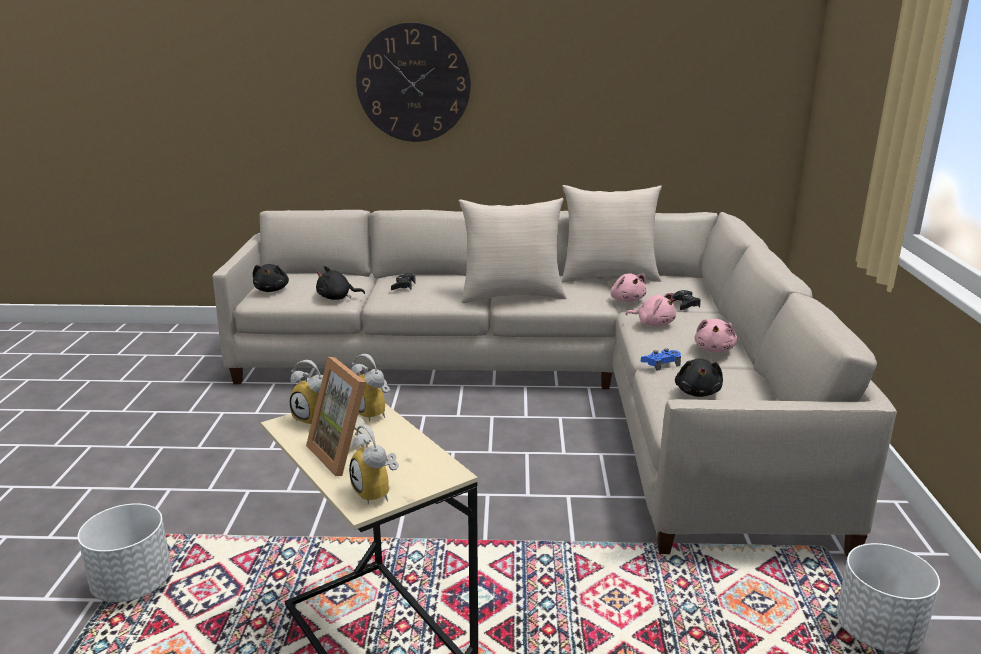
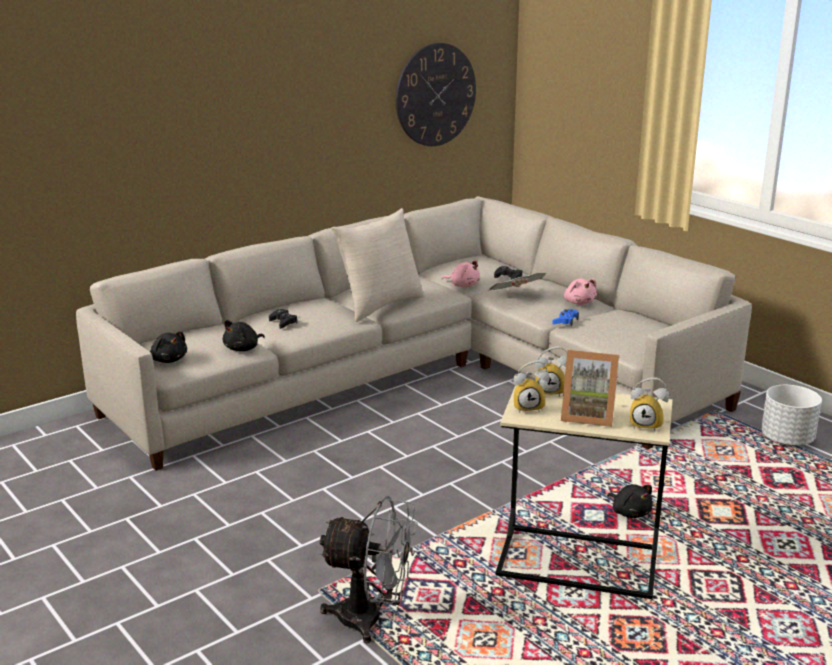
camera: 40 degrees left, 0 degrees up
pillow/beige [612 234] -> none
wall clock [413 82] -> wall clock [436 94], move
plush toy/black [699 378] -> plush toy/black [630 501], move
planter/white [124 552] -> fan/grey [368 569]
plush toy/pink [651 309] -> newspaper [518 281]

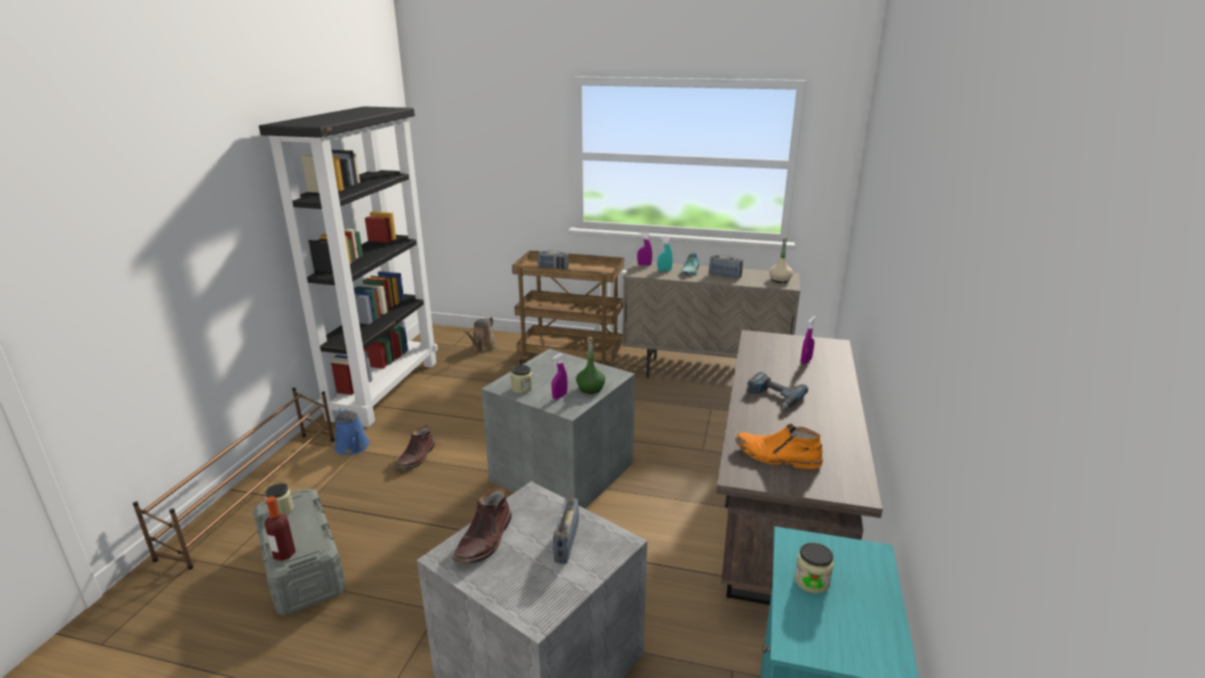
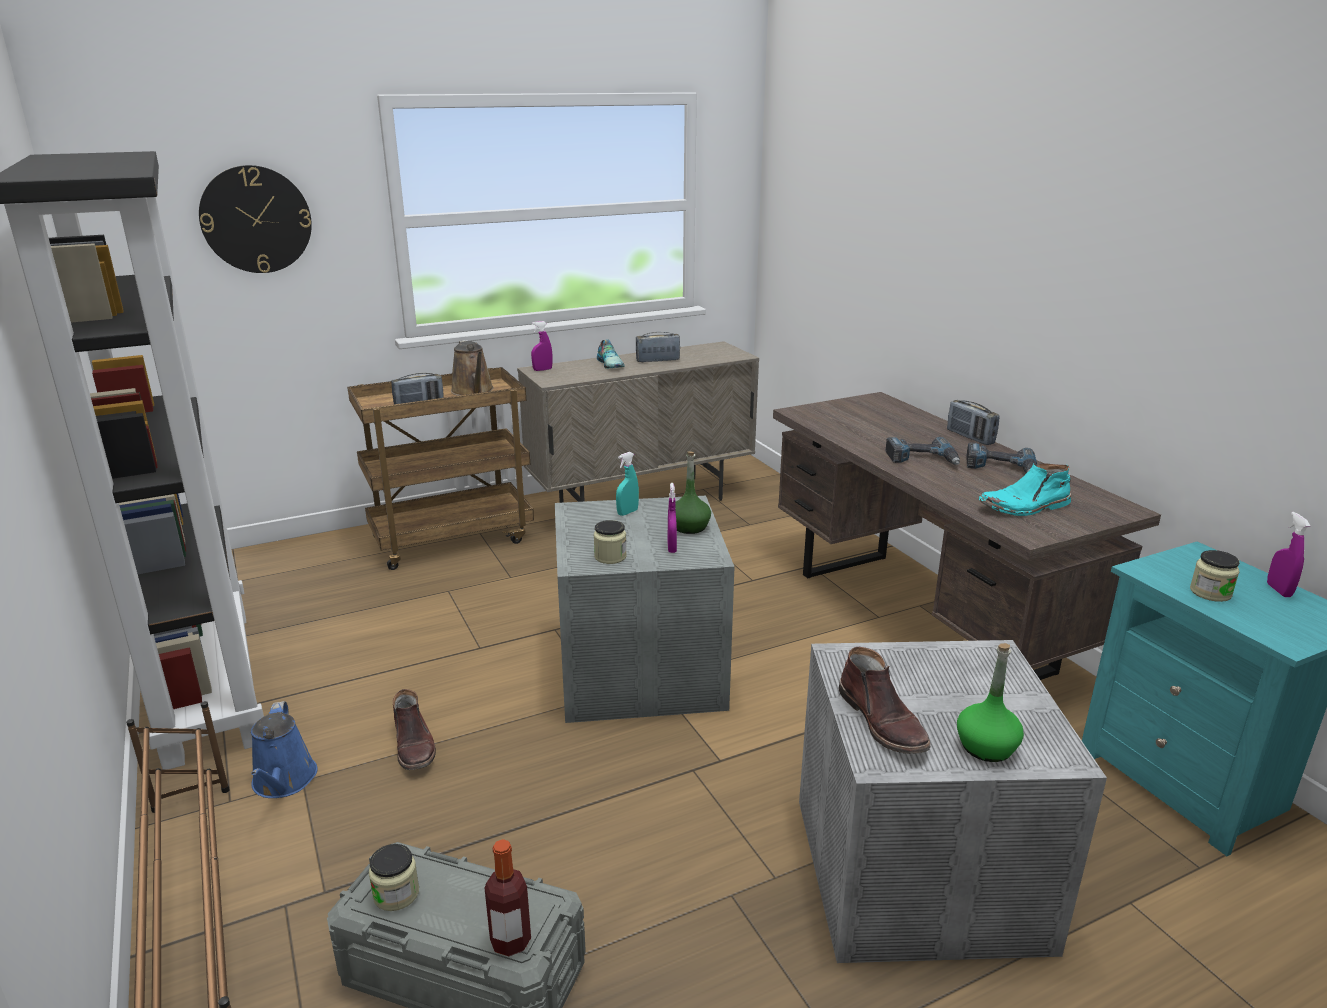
camera: 40 degrees left, 0 degrees up
bottle/beige [781 260] -> none
none -> wall clock [255 219]
none -> bottle/green [990 702]
none -> power drill [1001 457]
watering can/brown [480 334] -> watering can/brown [472 368], move
radio [566 531] -> radio [973 422], move
spray bottle/turquoise [665 254] -> spray bottle/turquoise [627 484], move
spray bottle/purple [808 340] -> spray bottle/purple [1288 554], move
boot/orange [779 446] -> boot/turquoise [1024 489]
watering can/blue [352 431] -> watering can/blue [284 749], 60 degrees clockwise

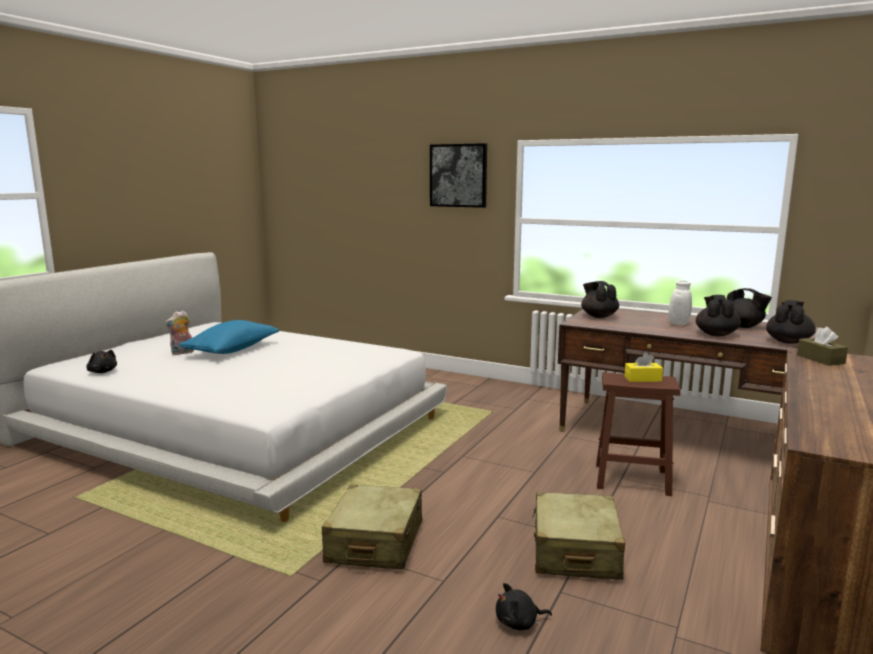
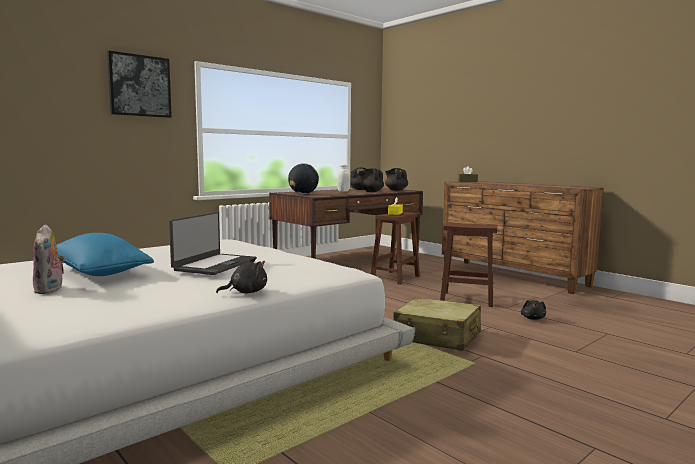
camera: 70 degrees left, 5 degrees down
none -> laptop [213 243]
plush toy/black [101 361] -> plush toy/black [241 276], move
suitcase/beige [578 536] -> stool/brown [468 264]
teapot/black [600 299] -> globe [303 178]

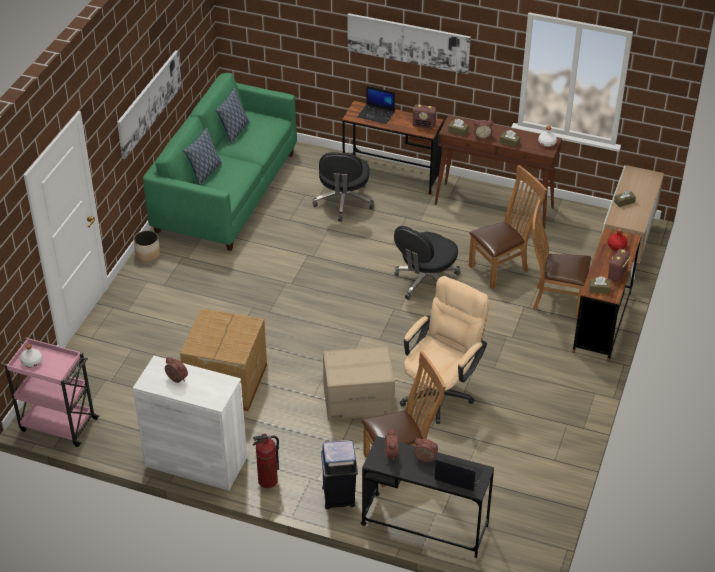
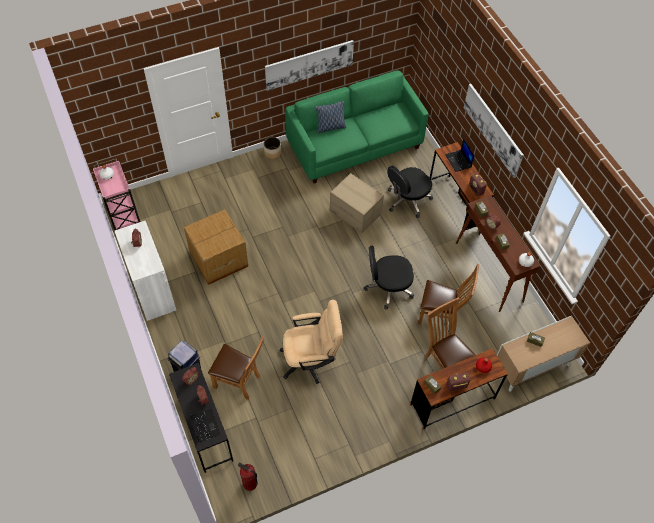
camera: 45 degrees right, 15 degrees up
pillow [232 116] -> none
fire extinguisher [266 460] -> fire extinguisher [248 477], move
cardboard box [359 383] -> cardboard box [357 203], move

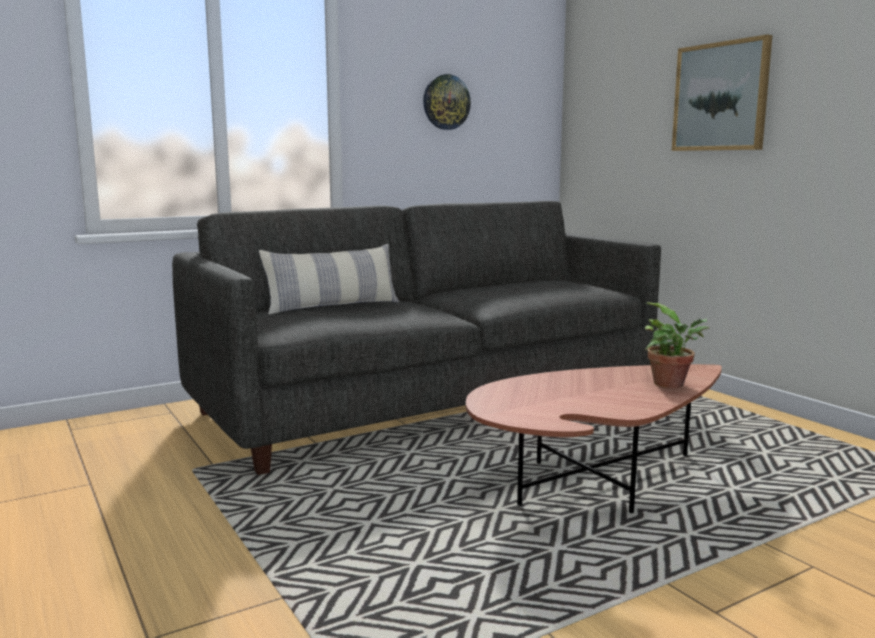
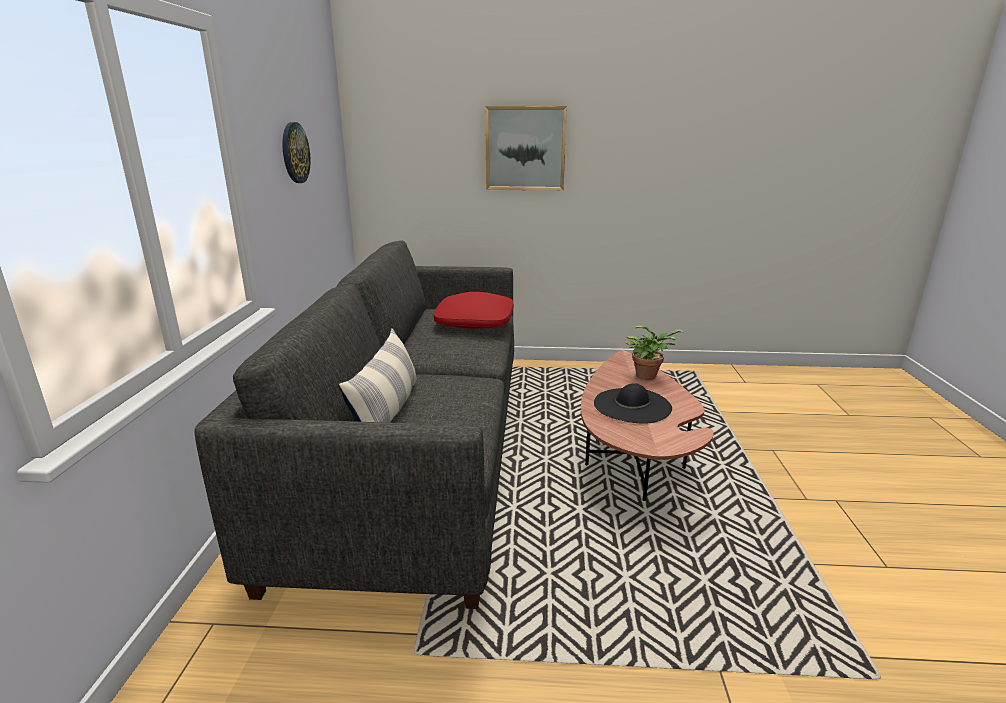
camera: 55 degrees left, 10 degrees up
none -> pillow/red [474 310]
none -> hat/black [633 403]

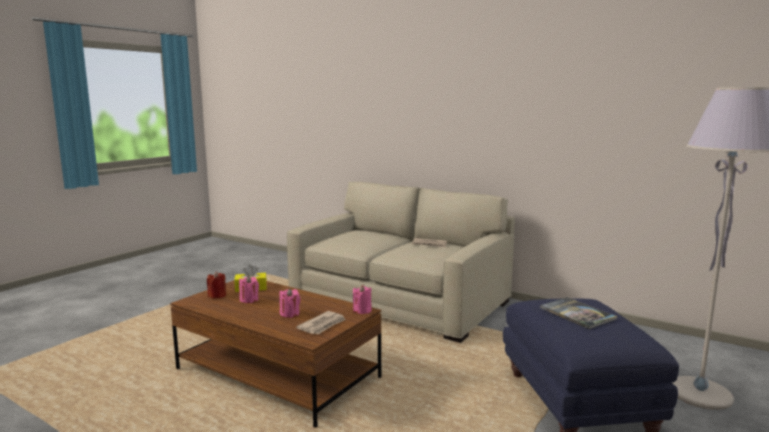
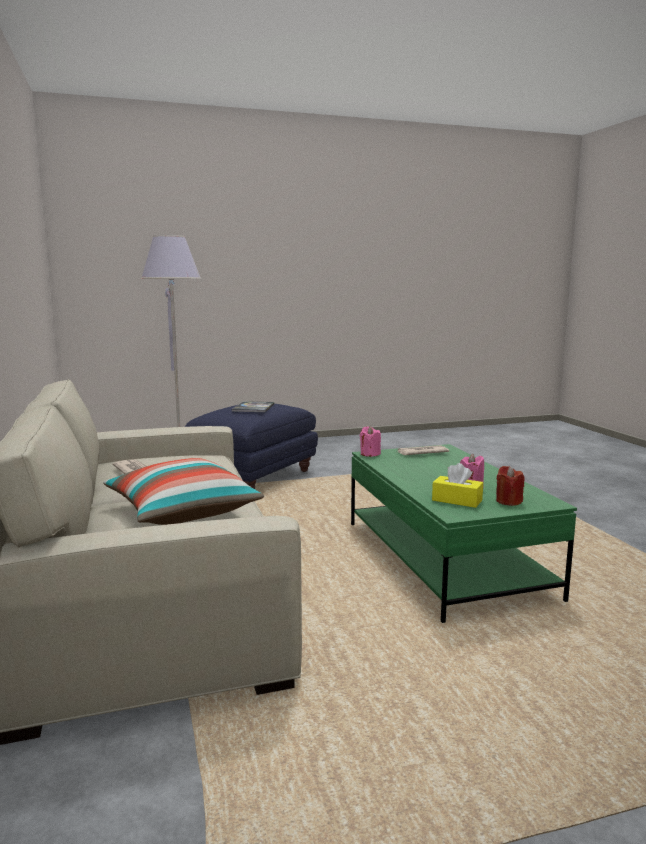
camera: 140 degrees left, 0 degrees up
candle/pink [290 303] -> none
none -> pillow [183 491]
coffee table/brown [275 354] -> coffee table/green [464 533]

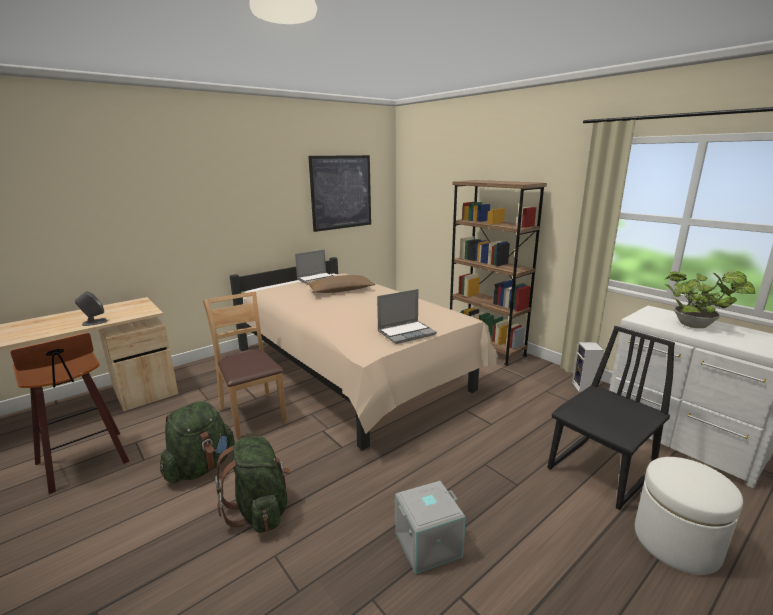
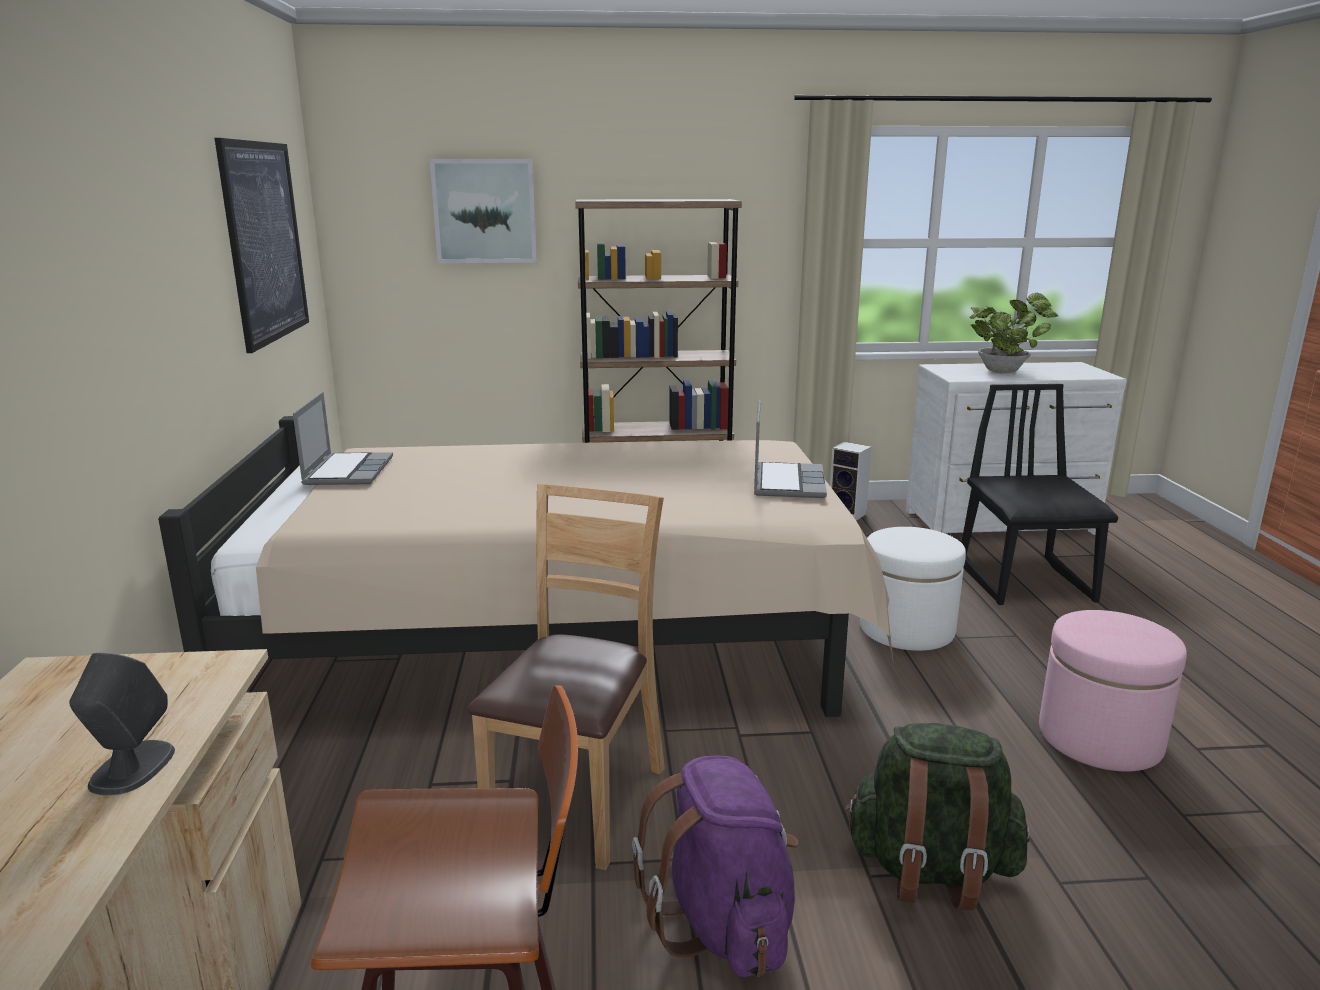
camera: 55 degrees left, 0 degrees up
pillow/brown [341 284] -> none
none -> picture [483 211]
ottoman/white [689 516] -> ottoman/white [913 589], move
storage box/grey [430 527] -> ottoman/pink [1113 691]
backpack/green [197 442] -> backpack/purple [715 866]
chair/brown [245 365] -> chair/brown [566 677], 105 degrees clockwise

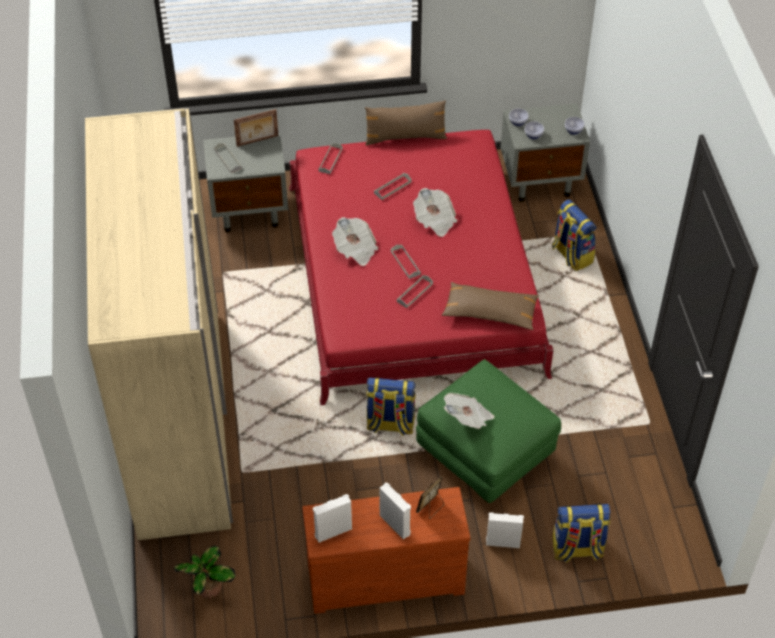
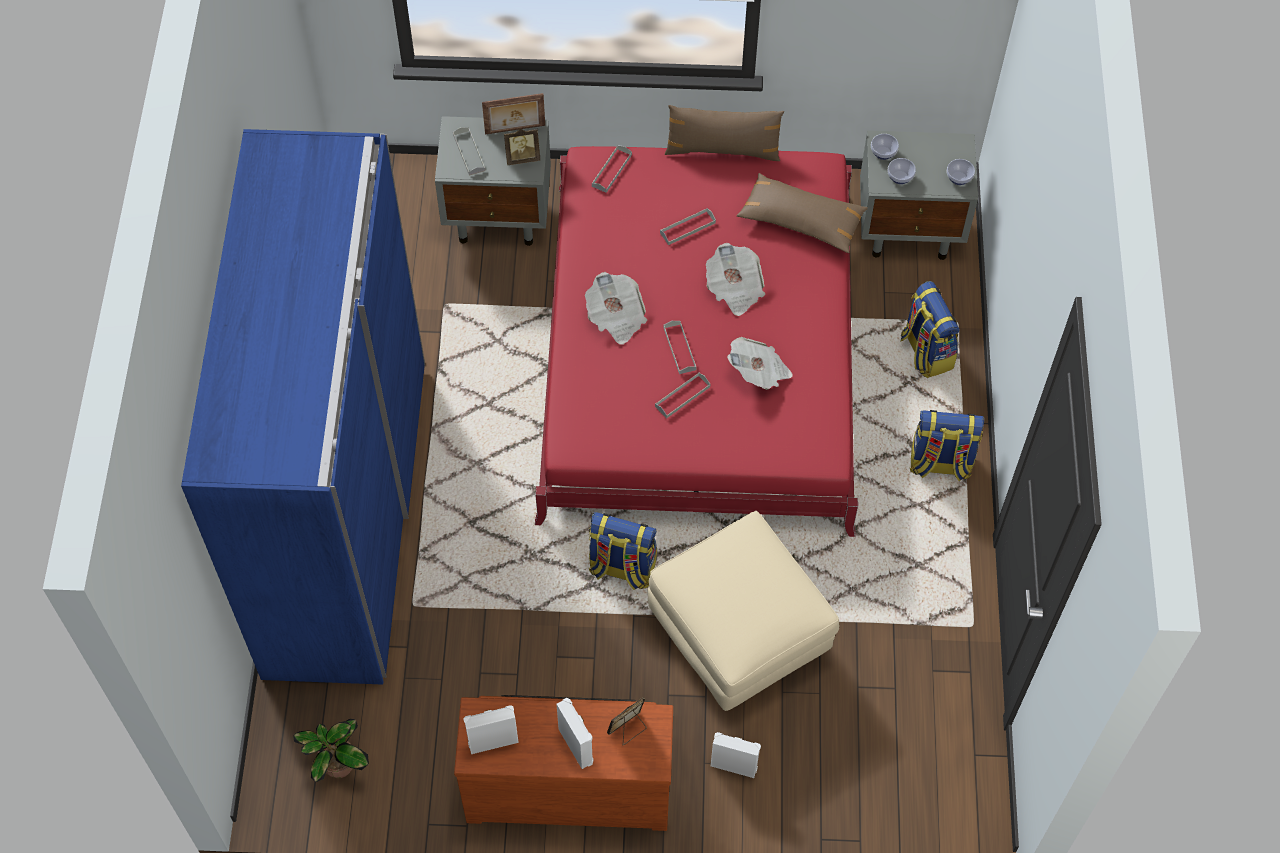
camera: 10 degrees right, 10 degrees up
none -> picture frame [522 147]
pillow/brown [490 306] -> pillow/brown [802 213], move
newspaper [469 411] -> newspaper [760 363], move
backpack [581 533] -> backpack [947 445], move
wardrobe/beige [159 324] -> wardrobe/blue [303 406]
ottoman/green [488 431] -> ottoman/beige [743 611]

